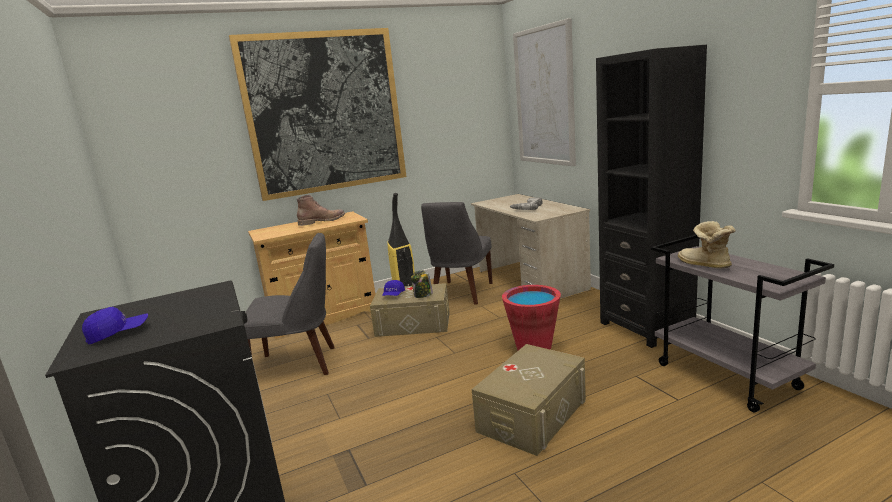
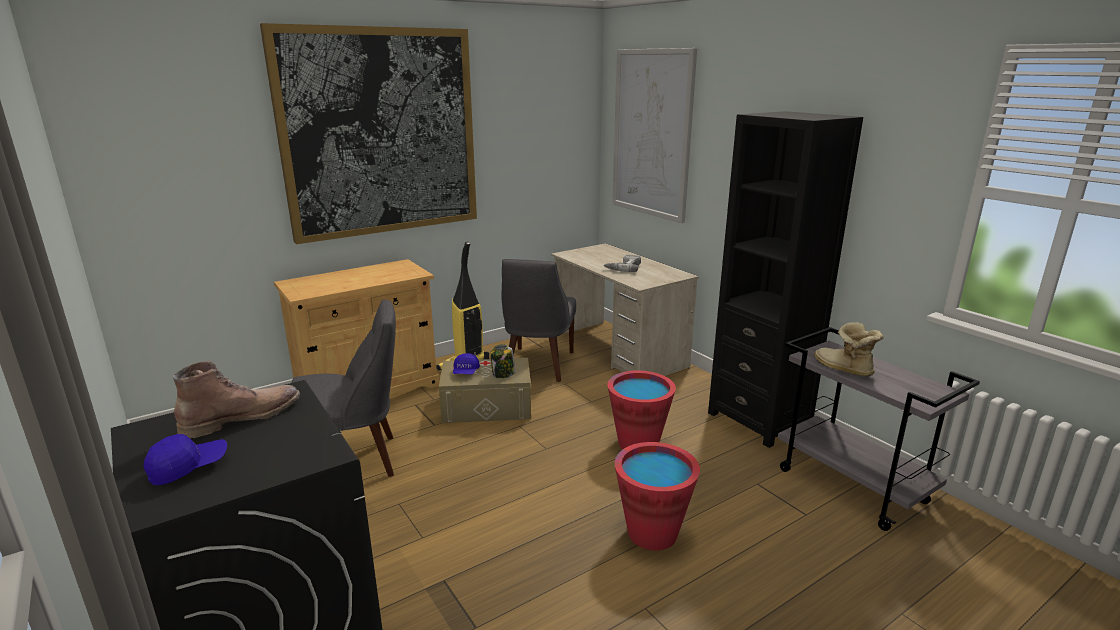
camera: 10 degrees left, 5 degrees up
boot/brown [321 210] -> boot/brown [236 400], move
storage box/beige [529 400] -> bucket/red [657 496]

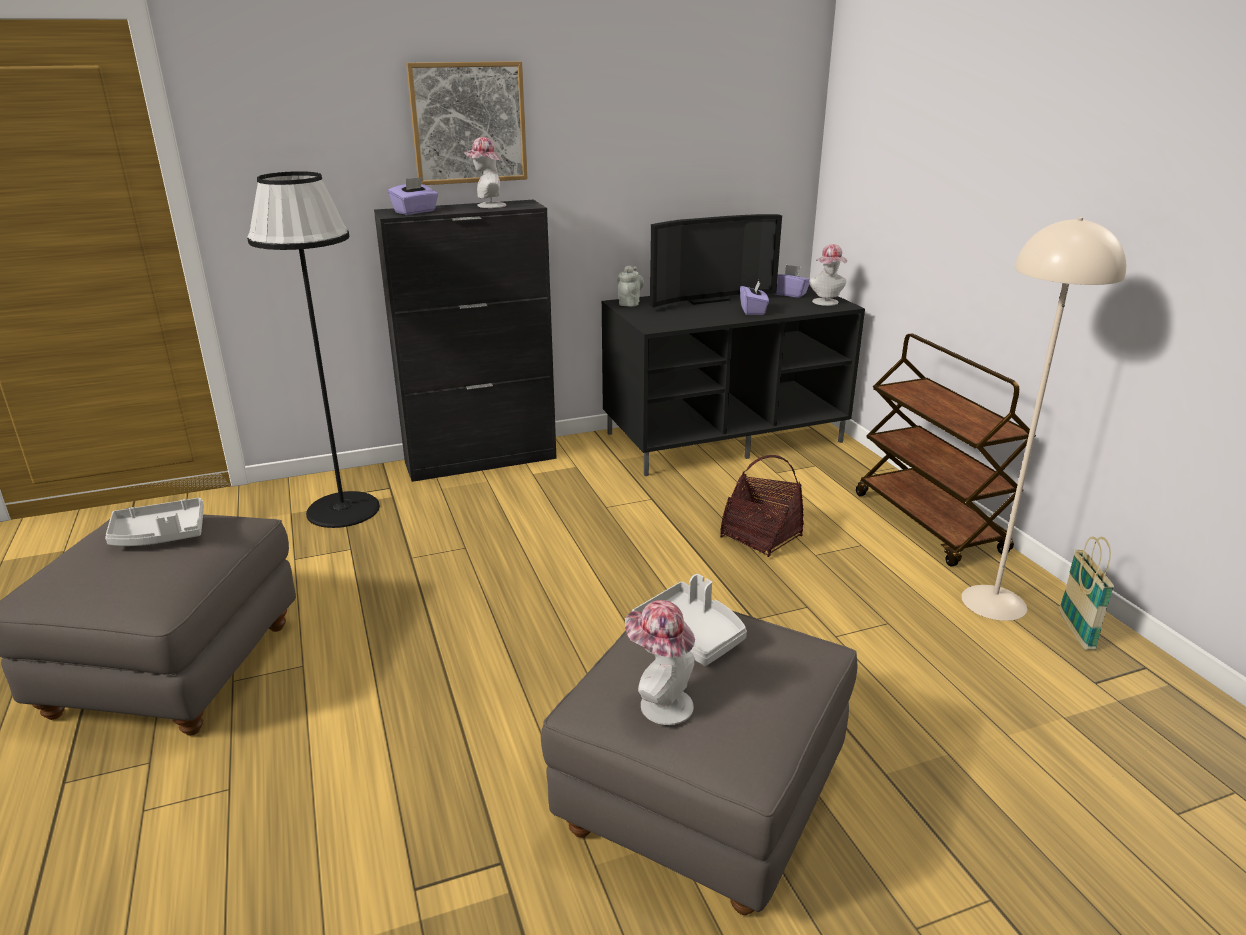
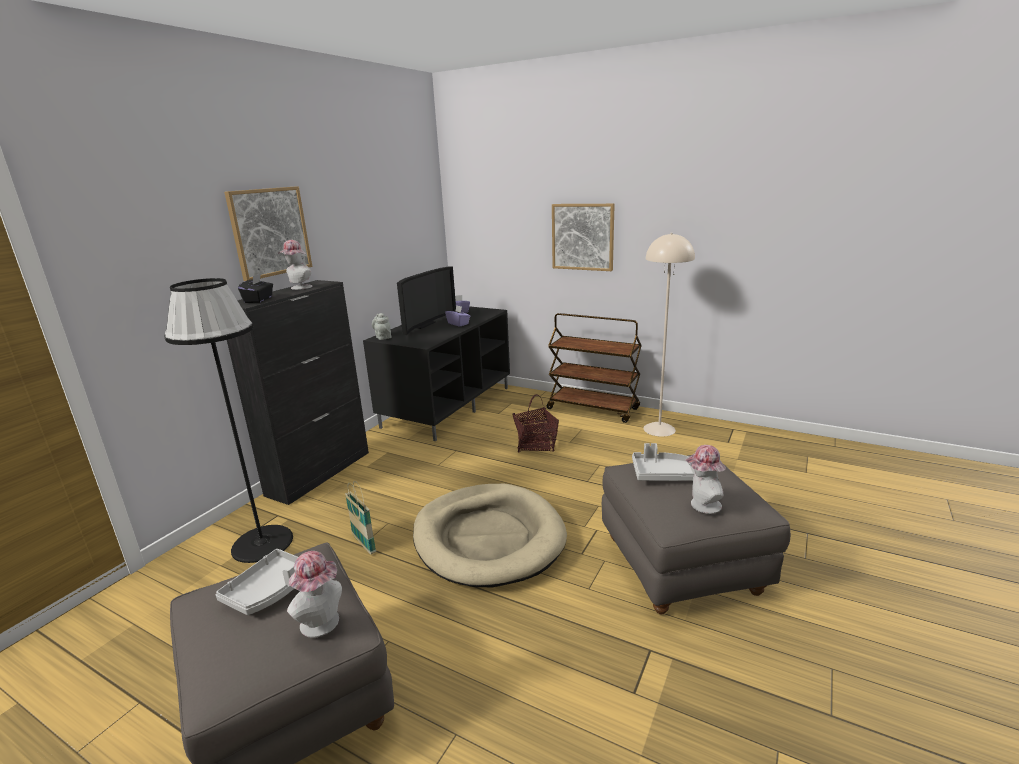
camera: 40 degrees left, 5 degrees down
none -> dog bed/beige [490 535]
none -> picture [583 237]
hat [828 275] -> hat [314 594], move
basket [1086 593] -> basket [360 518], move
tissue box/purple [413 196] -> tissue box/black [255 288]

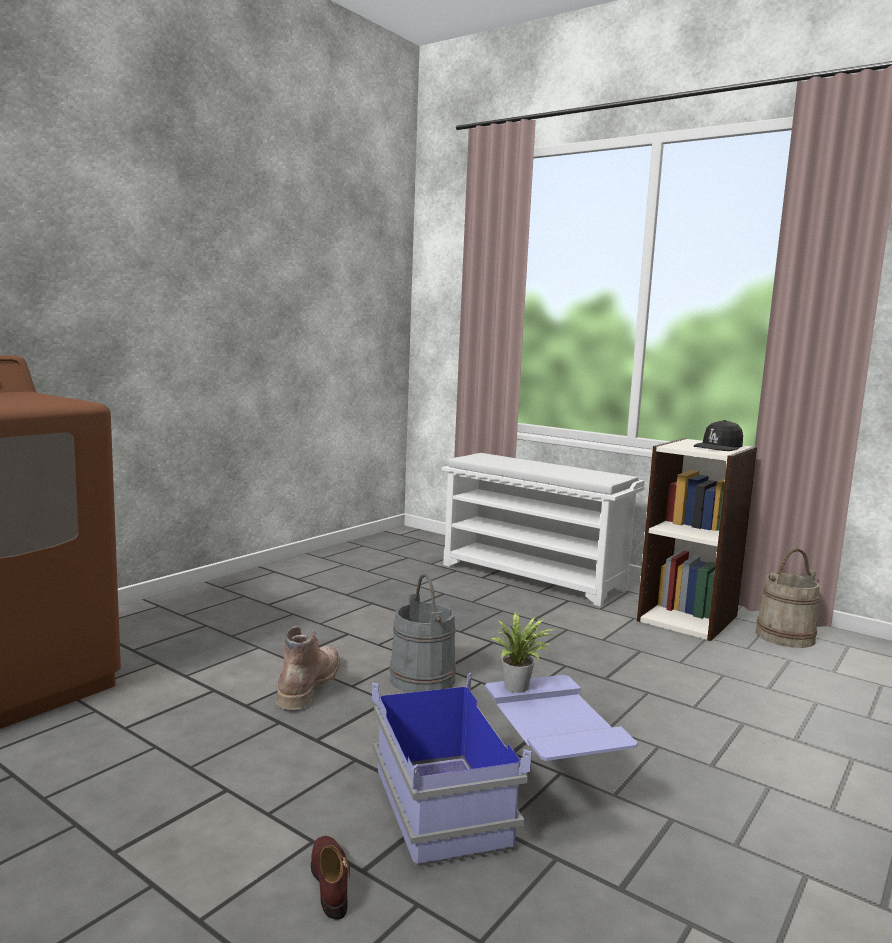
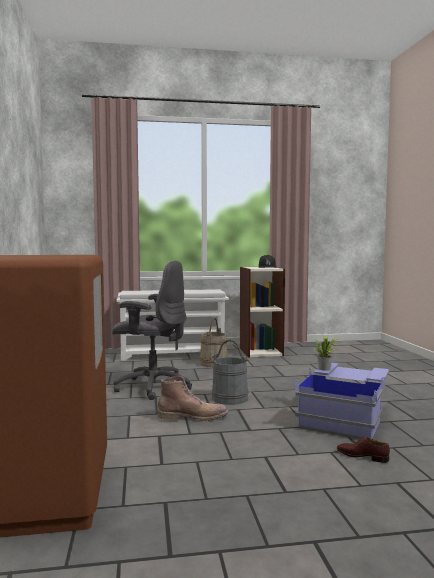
camera: 45 degrees left, 5 degrees down
none -> office chair/grey [152 330]
bucket/beige [788 598] -> bucket/beige [214 342], move
boot/brown [308 668] -> boot/brown [192 398], 120 degrees clockwise

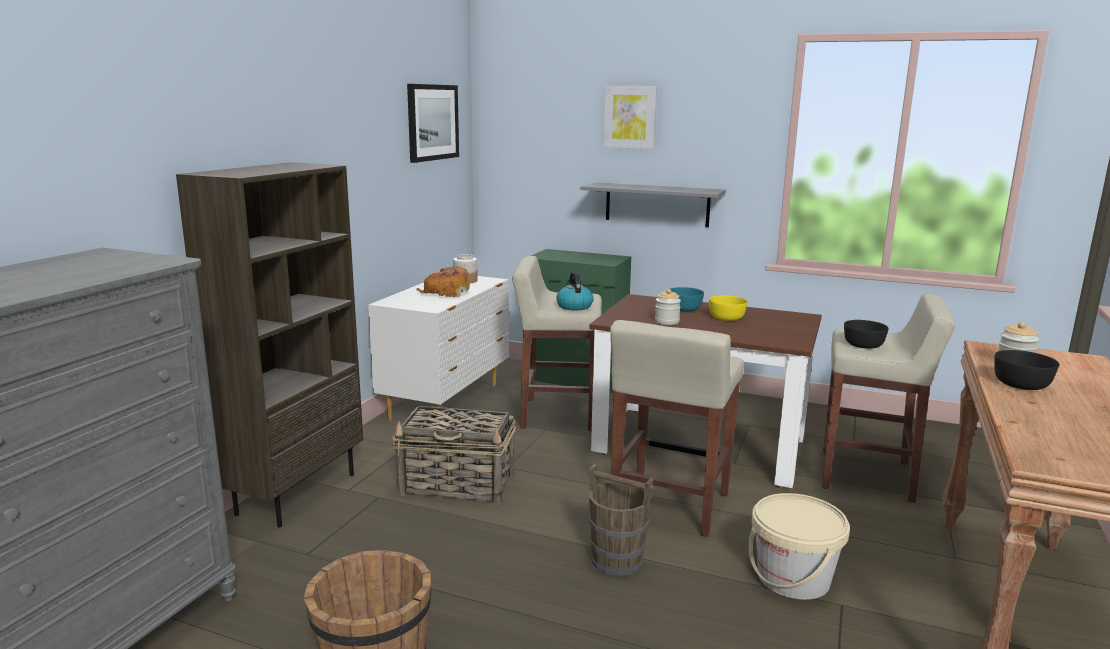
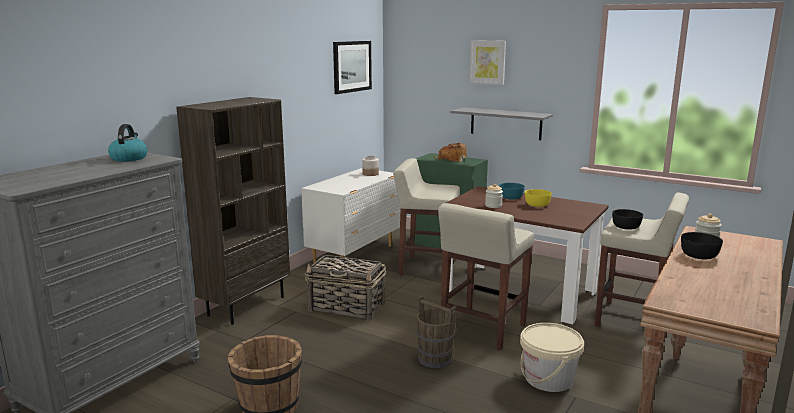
camera: 10 degrees right, 0 degrees up
bread [443 281] -> bread [450 152], move
kettle [575 291] -> kettle [128 143], move

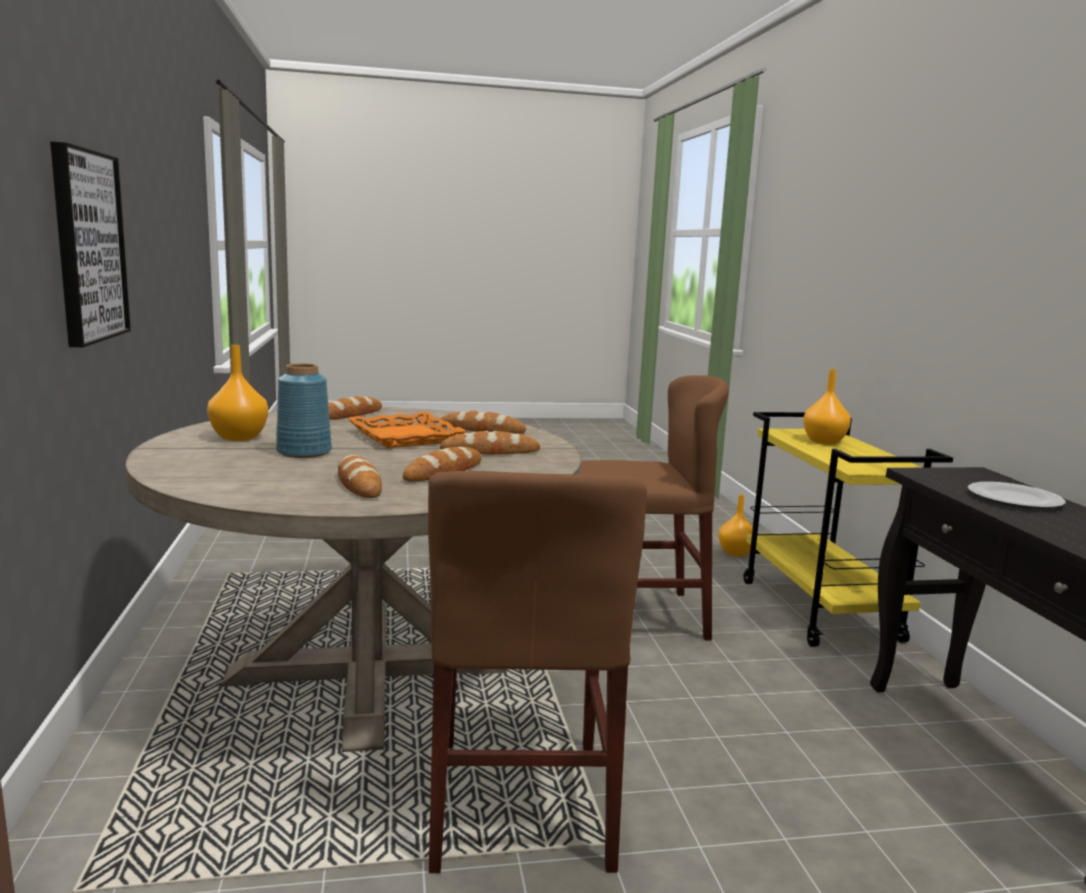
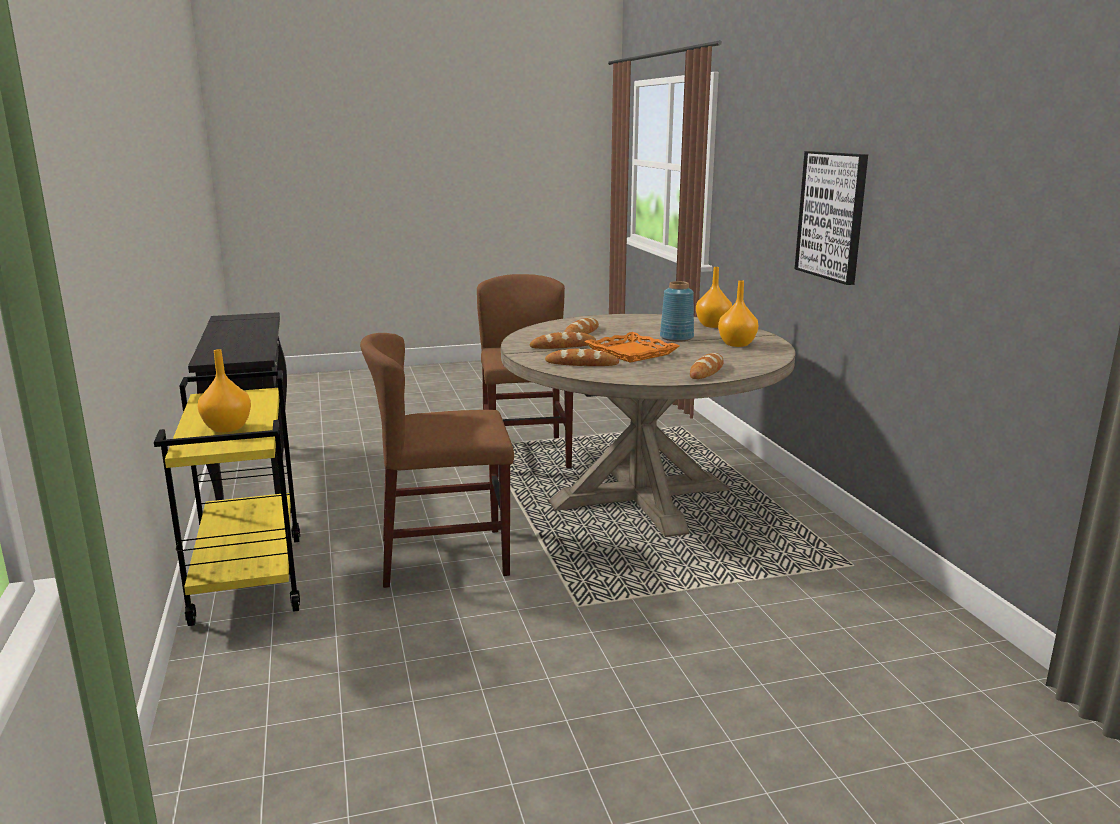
camera: 175 degrees right, 5 degrees up
bread [360 476] -> none
plate [1016 495] -> none
vase/orange [735 525] -> vase/orange [714 297], move

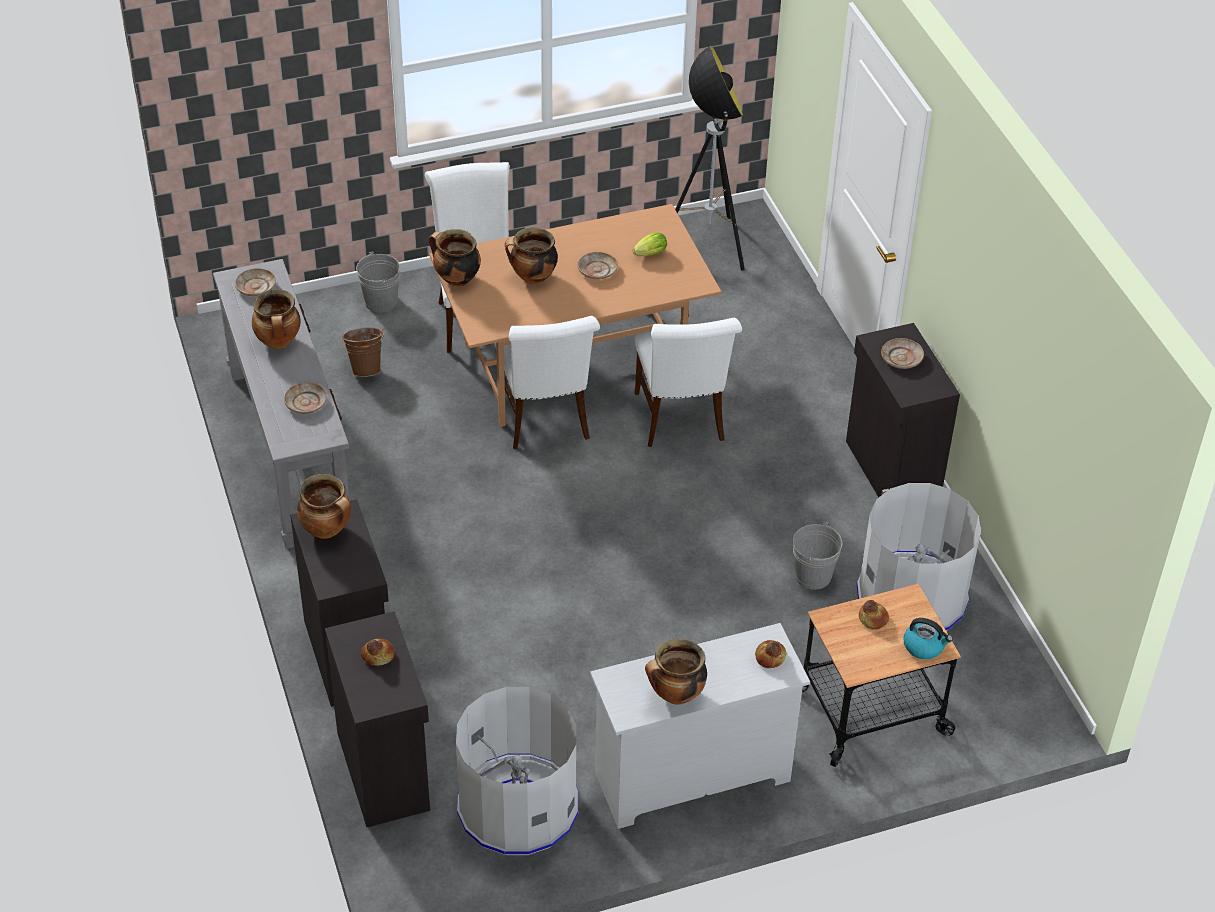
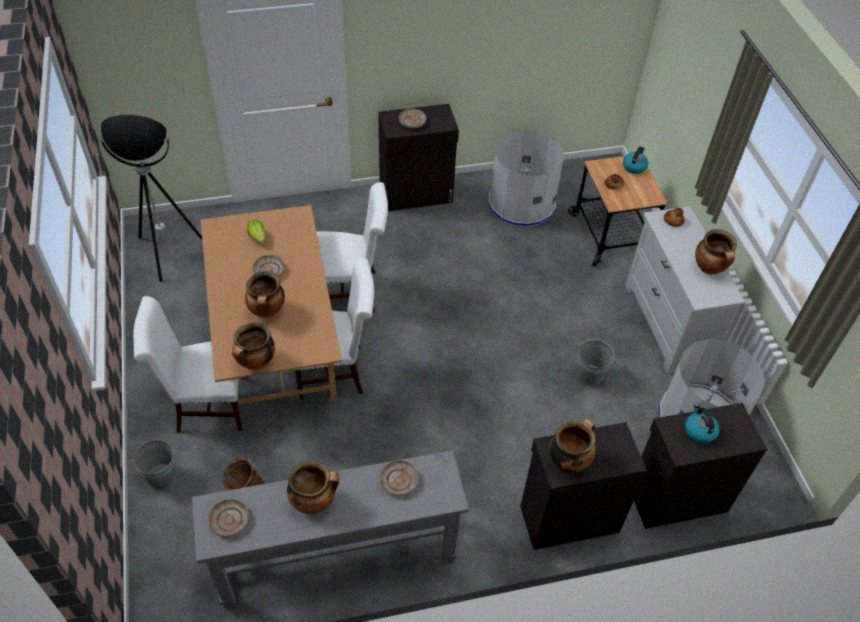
camera: 85 degrees left, 5 degrees up
bucket/grey [817 556] -> bucket/grey [597 362], move
bread [378 652] -> kettle [702 424]

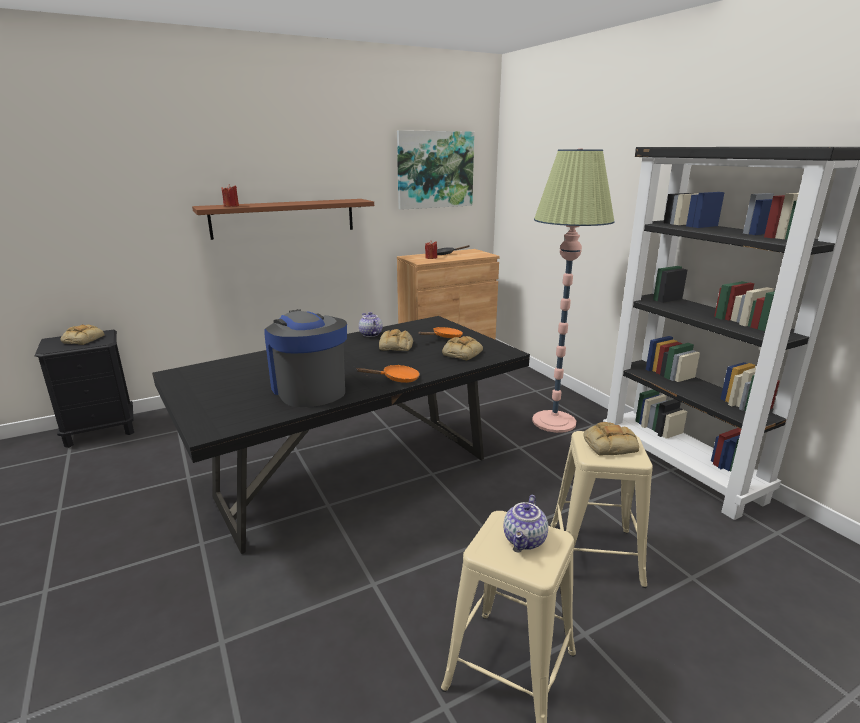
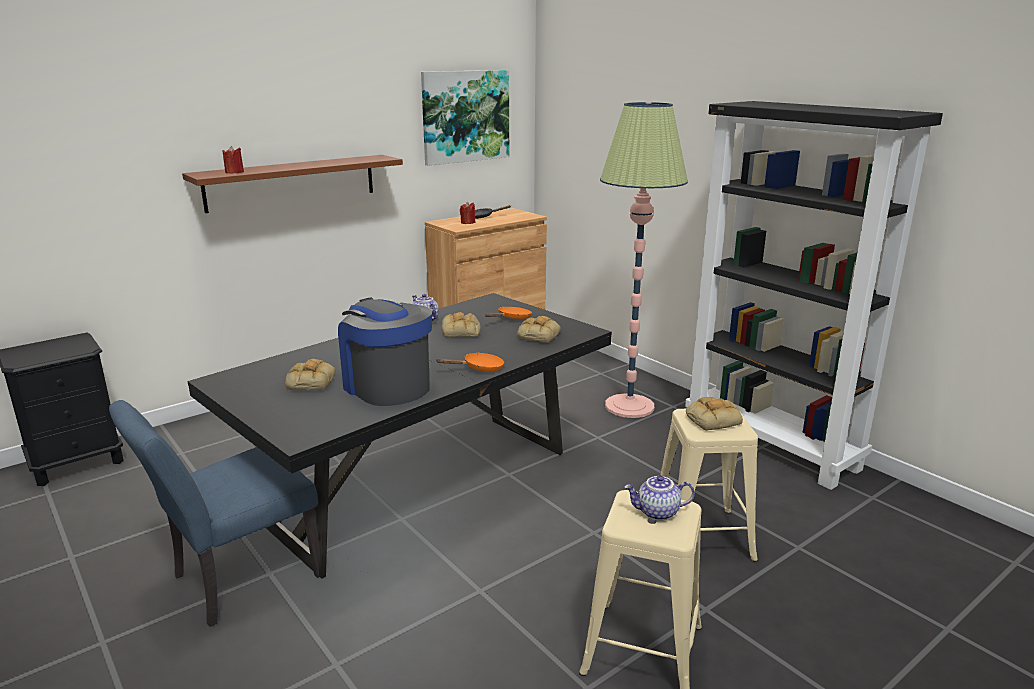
camera: 10 degrees left, 0 degrees up
none -> chair/blue [214 513]
bread [82 335] -> bread [310 375], move
teapot [525 522] -> teapot [659 498], 75 degrees clockwise

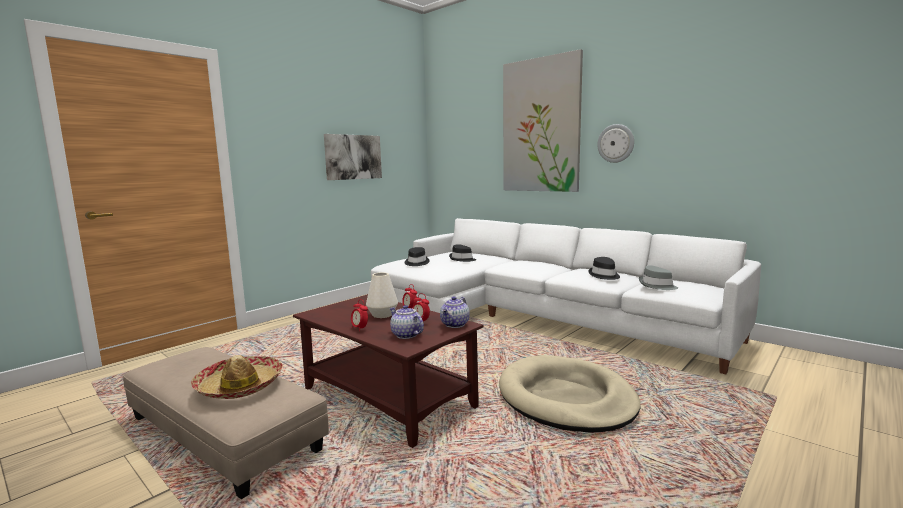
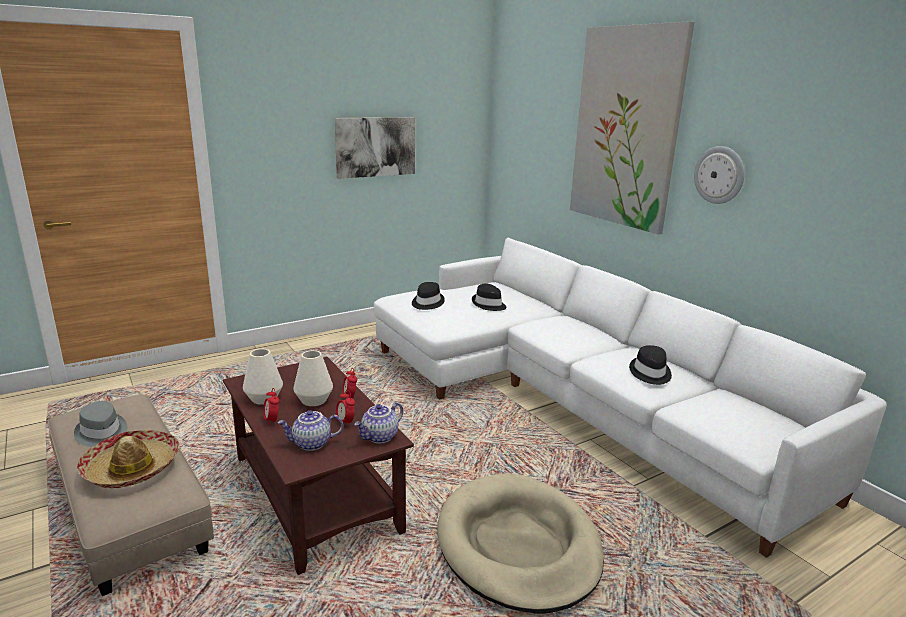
camera: 15 degrees right, 10 degrees up
none -> vase/white [263 377]
hat/grey [658 277] -> hat/grey [100 424], move
teapot [407 322] -> teapot [310 430], 75 degrees counterclockwise

